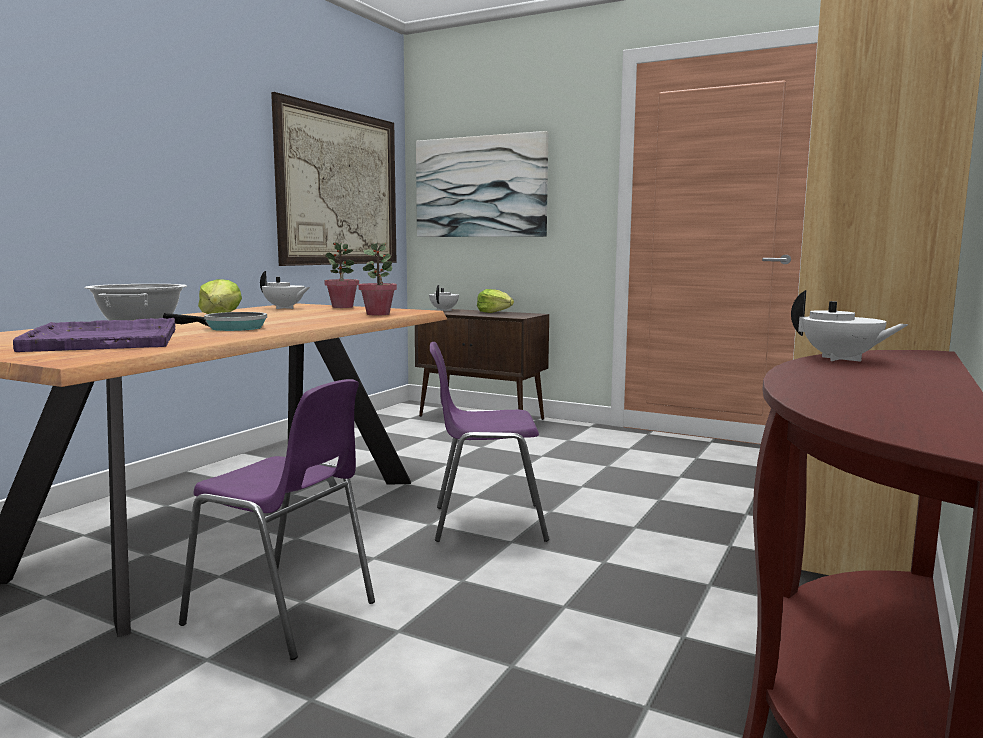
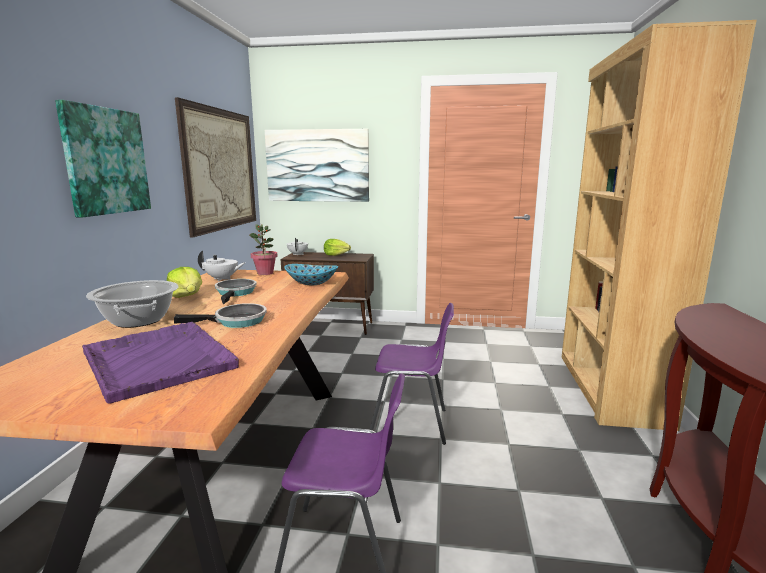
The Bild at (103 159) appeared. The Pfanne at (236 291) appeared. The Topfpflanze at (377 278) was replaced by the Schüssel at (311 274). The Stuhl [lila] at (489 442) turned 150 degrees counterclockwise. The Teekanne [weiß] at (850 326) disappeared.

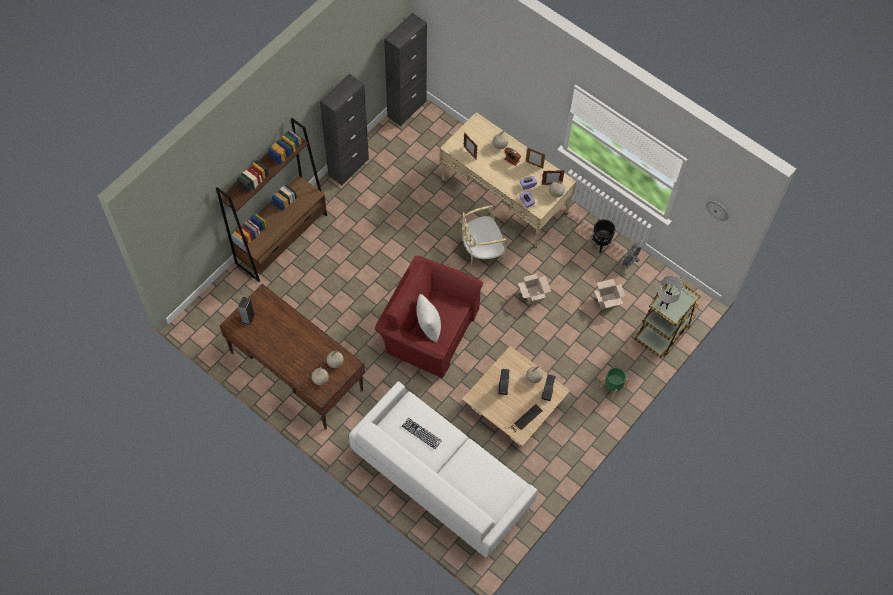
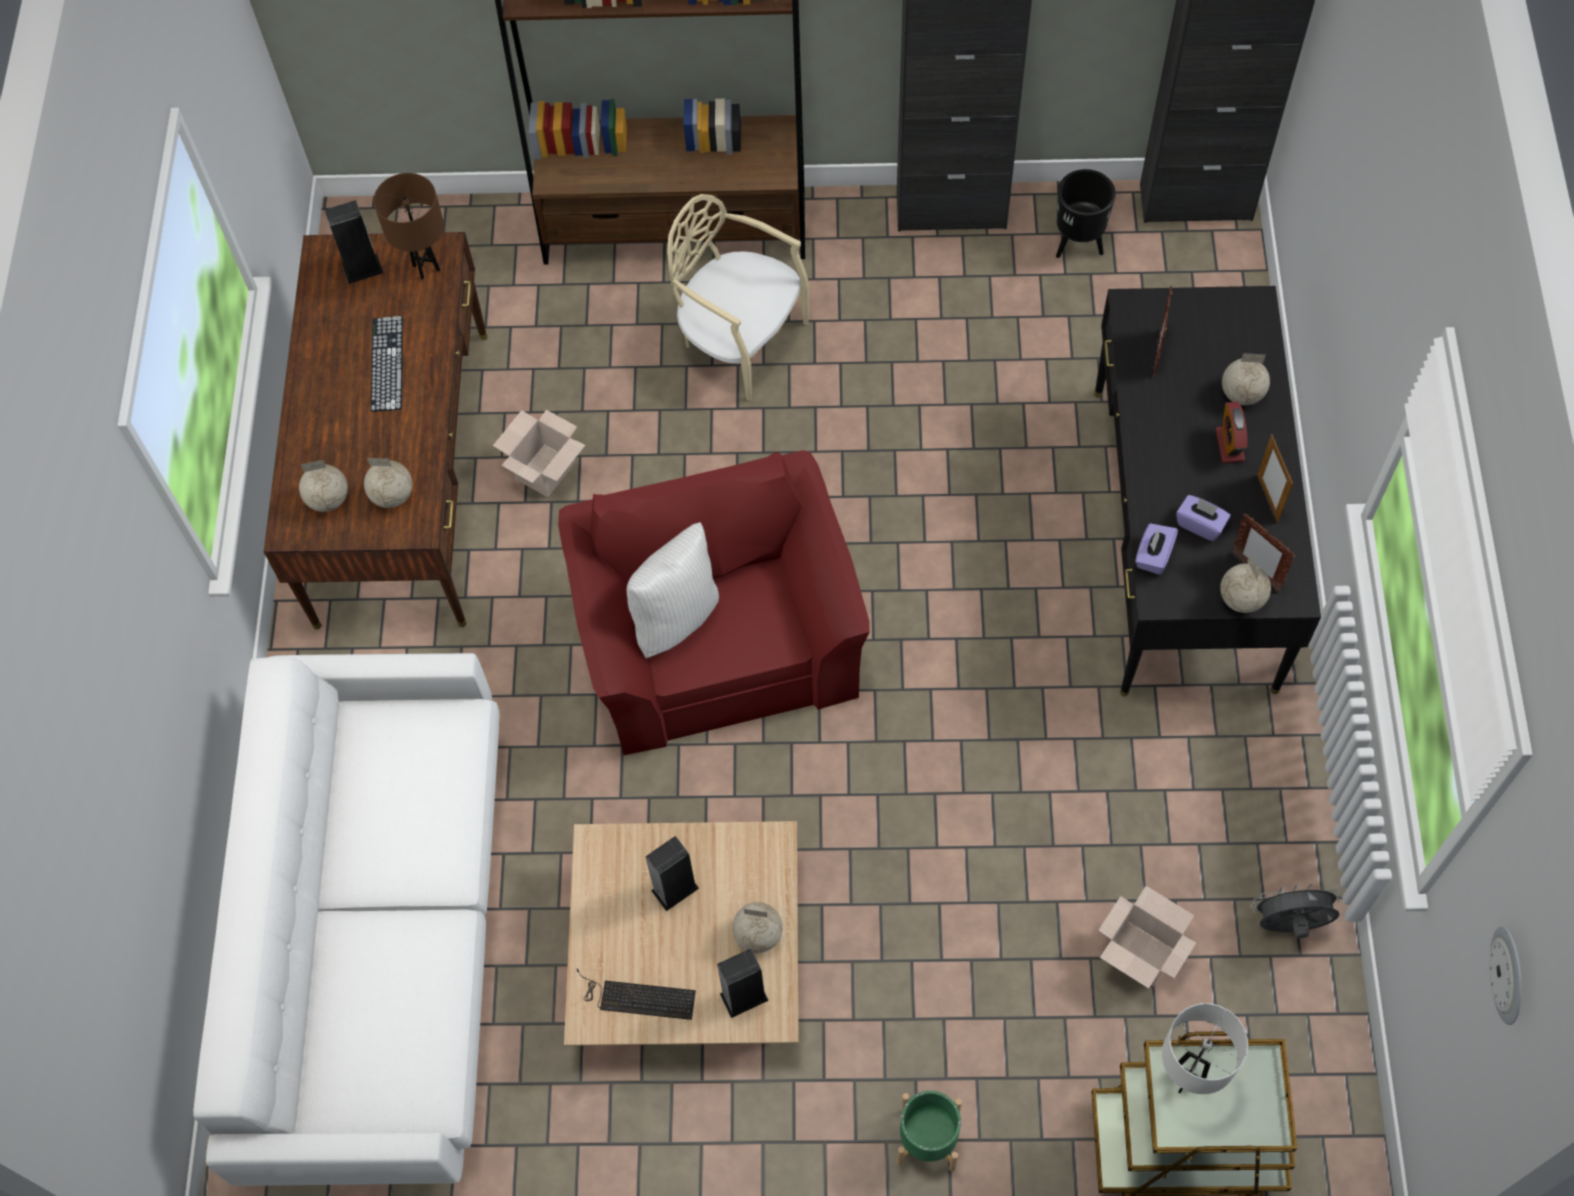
The Tastatur moved from (422 433) to (387 364). The Tischlampe [braun] at (409 226) appeared. The Karton moved from (534 289) to (539 453). The Stuhl [beige] moved from (485 235) to (738 297). The Pflanzkübel [schwarz] moved from (603 236) to (1086 213). The Schreibtisch [beige] at (508 180) became the Schreibtisch [schwarz] at (1207 491).

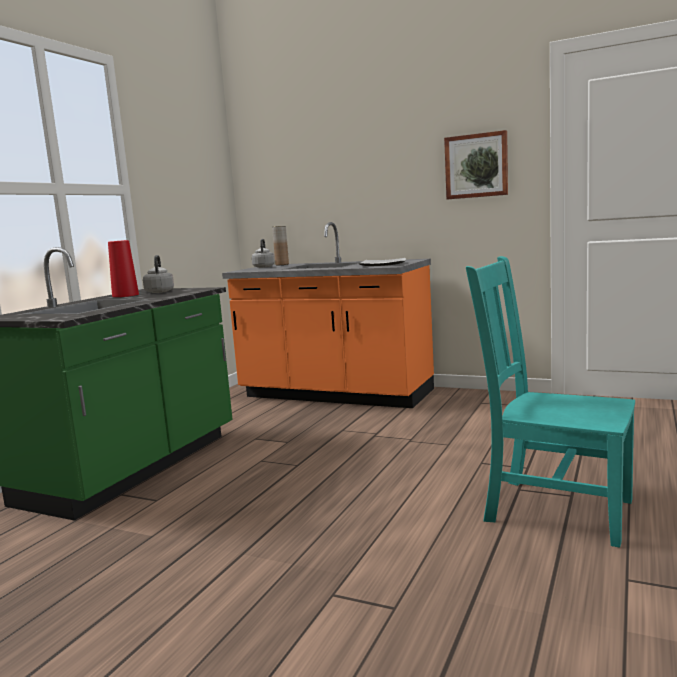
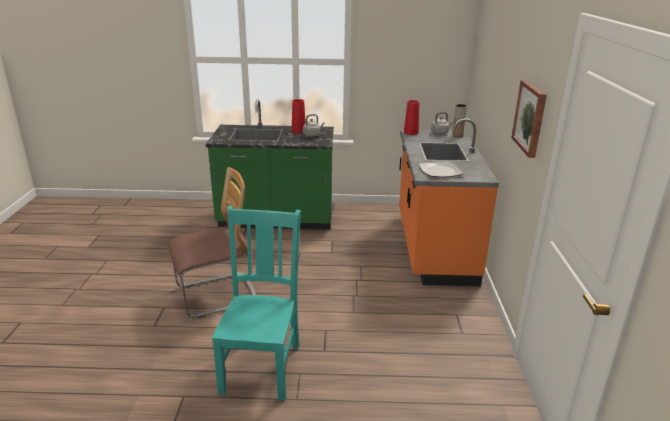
The Stuhl at (211 242) appeared. The Vase [rot] at (411 117) appeared.

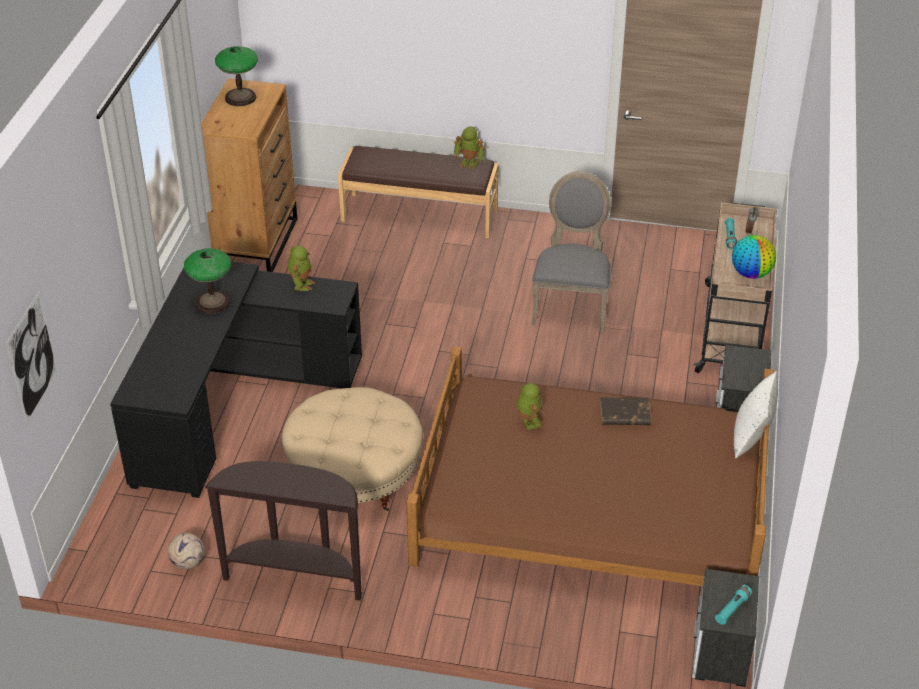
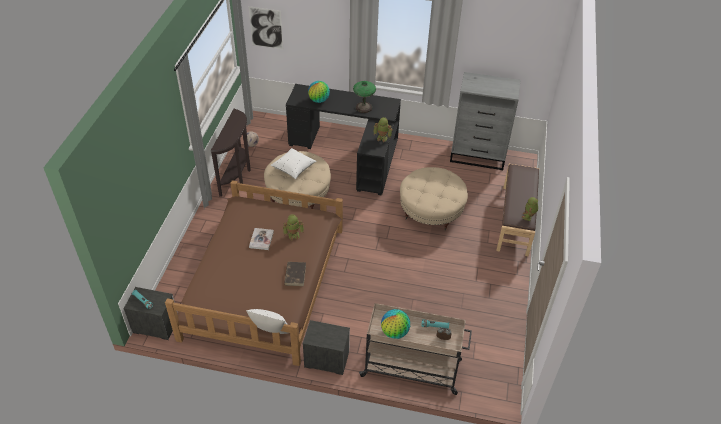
The Buch at (261 239) appeared. The Kissen [weiß] at (293 163) appeared. The Globus at (319 92) appeared. The Polsterhocker [beige] at (434 199) appeared. The Kommode [braun] at (250 175) became the Kommode [grau] at (485 121). The Tischlampe at (236 76) disappeared. The Stuhl [grau] at (571 251) disappeared.

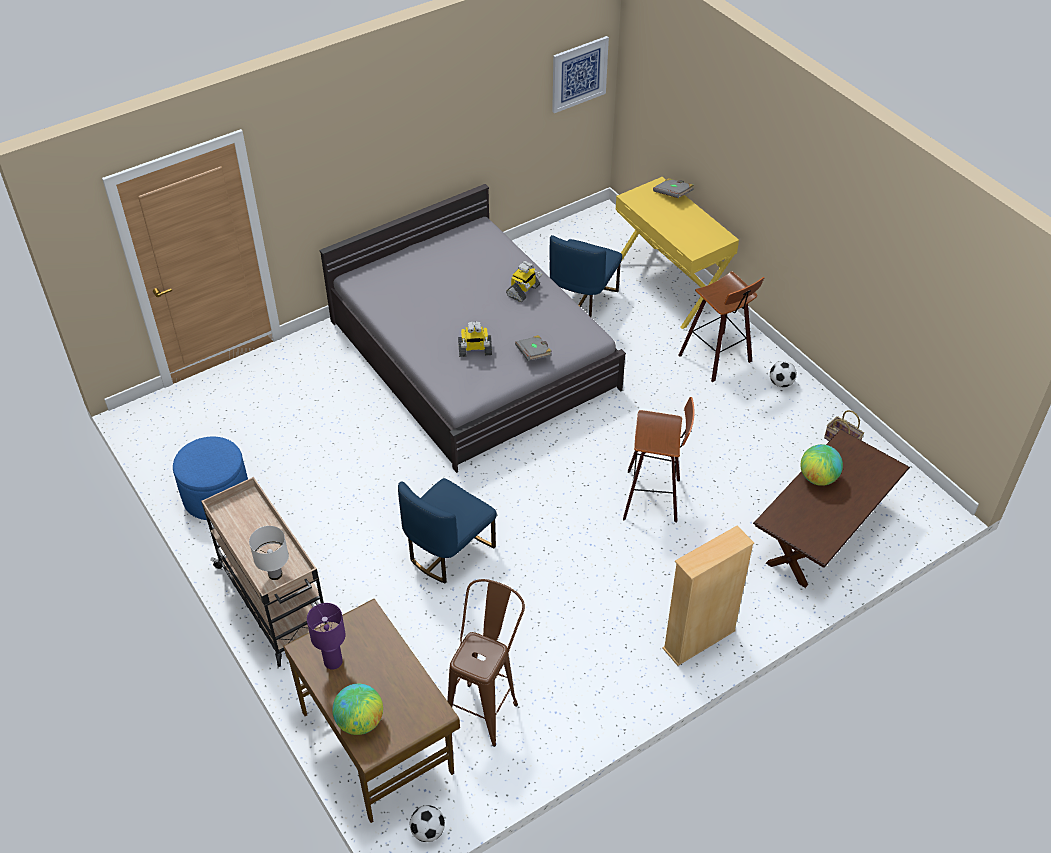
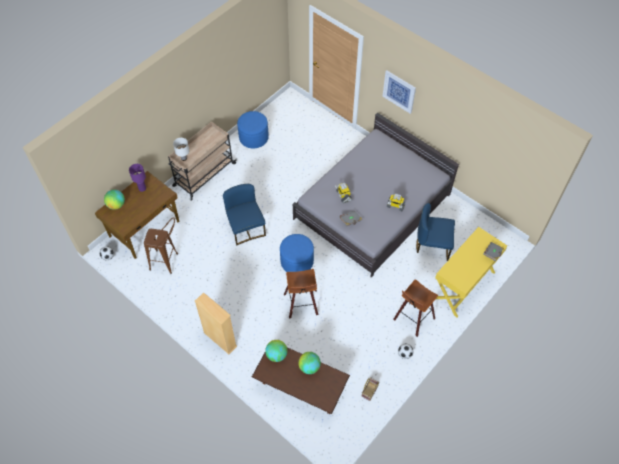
The Stuhl [blau] at (447 531) turned 45 degrees clockwise. The Globus at (276 351) appeared. The Polsterhocker [blau] at (297 253) appeared. The Bild moved from (580 74) to (399 92).

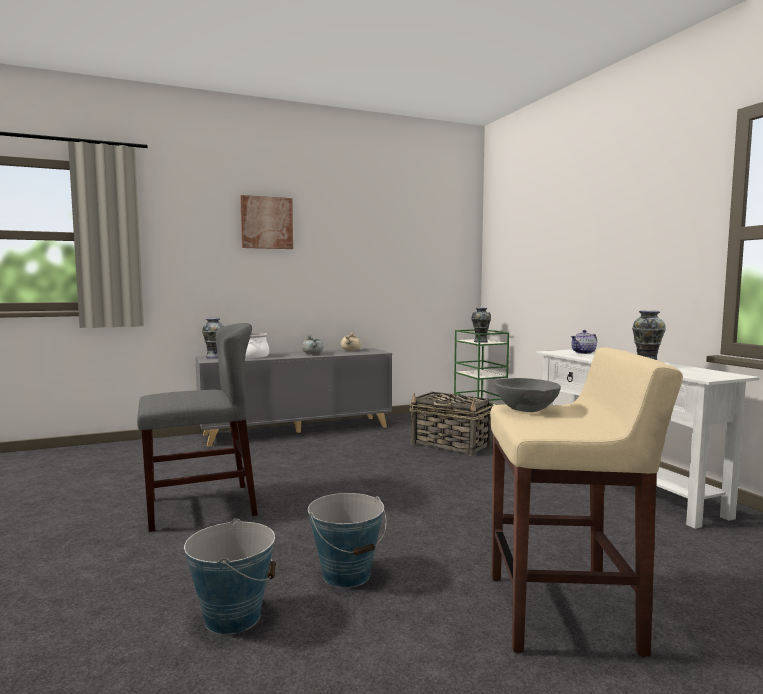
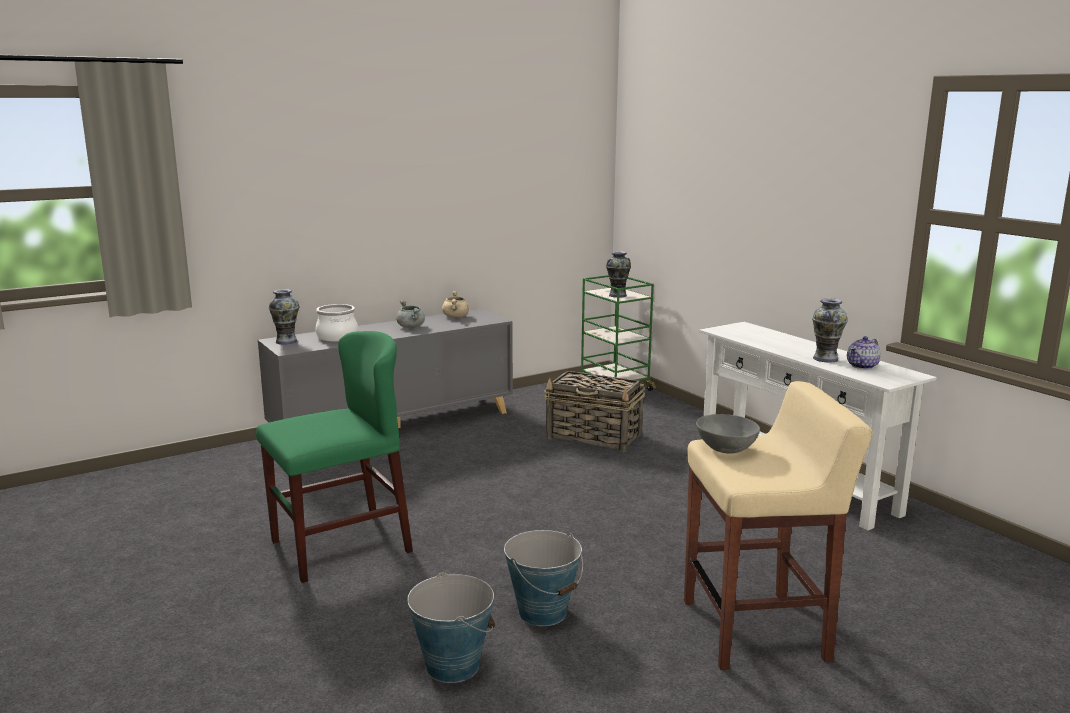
The Stuhl [grau] at (197 427) became the Stuhl [grün] at (334 457). The Teekanne moved from (584 342) to (864 352). The Bild at (266 222) disappeared.

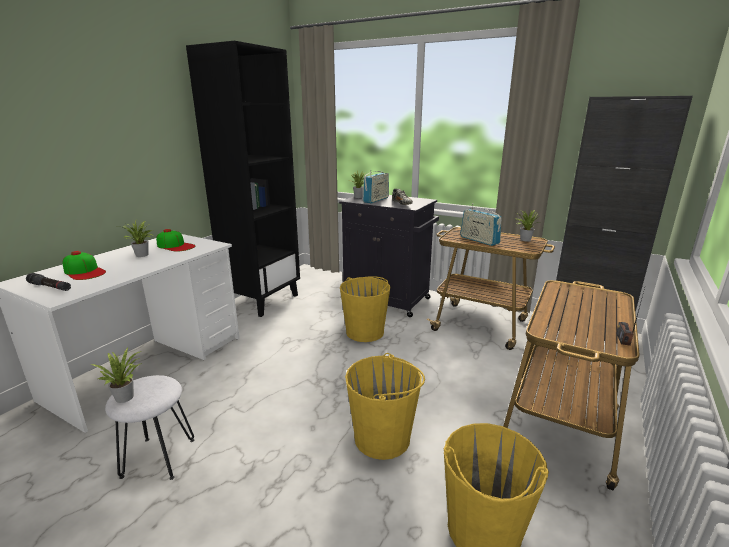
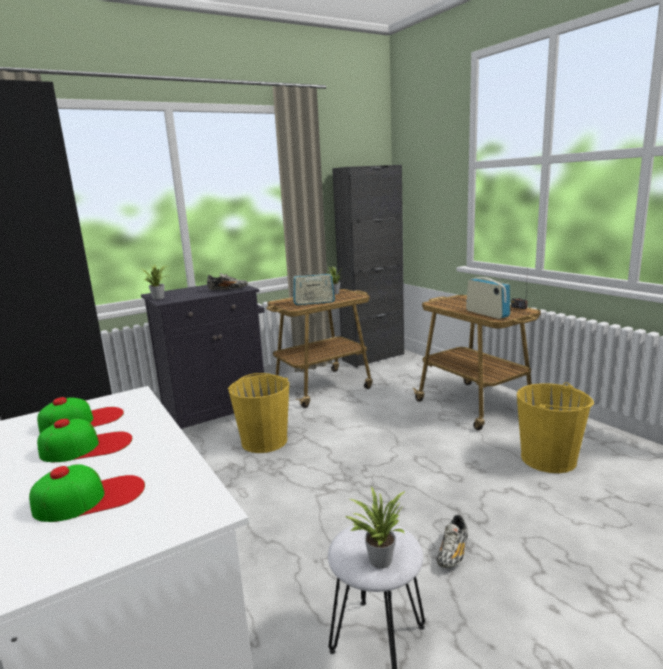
The Topfpflanze at (135 239) was replaced by the Kappe at (84 440). The Schuh at (452 541) appeared. The Radio moved from (376 187) to (488 297). The Taschenlampe [schwarz] at (48 282) disappeared. The Eimer [gelb] at (385 406) disappeared.

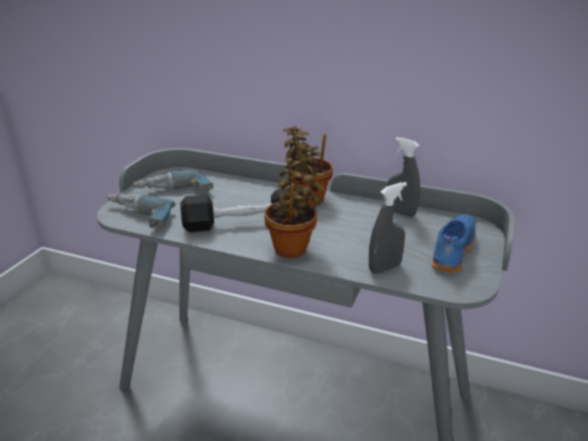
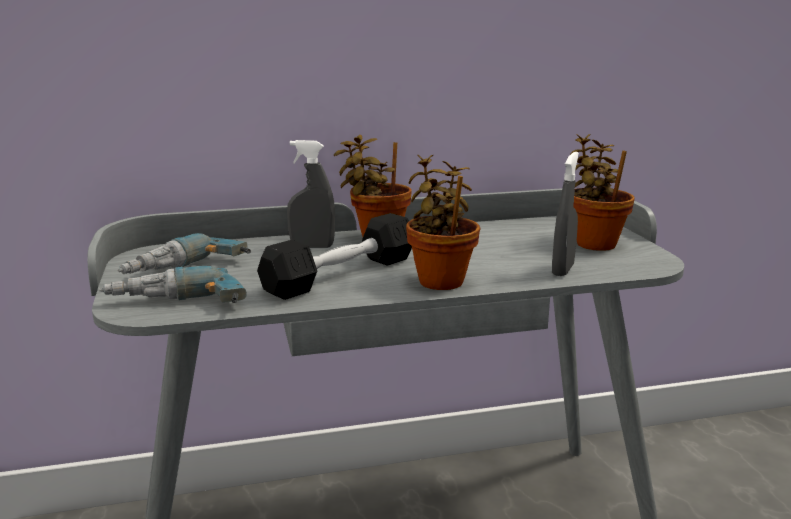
The Sprühflasche [grau] moved from (403 177) to (311 194). The Schuh [blau] at (454 243) was replaced by the Topfpflanze at (602 192).

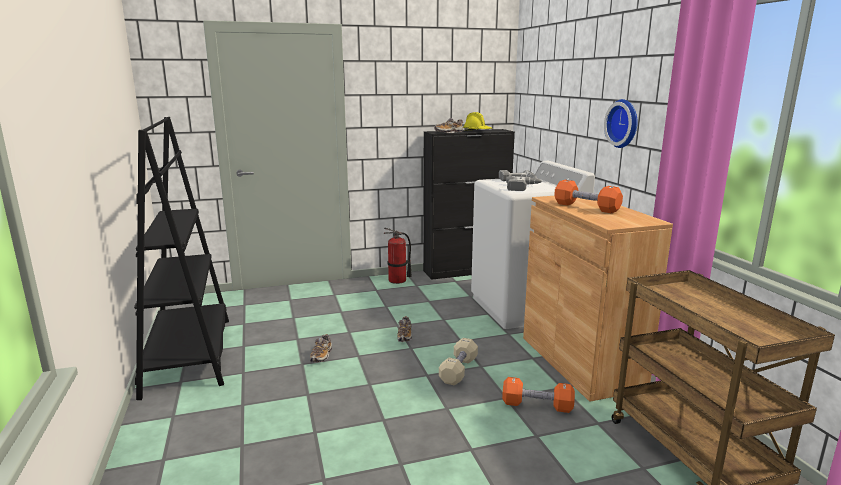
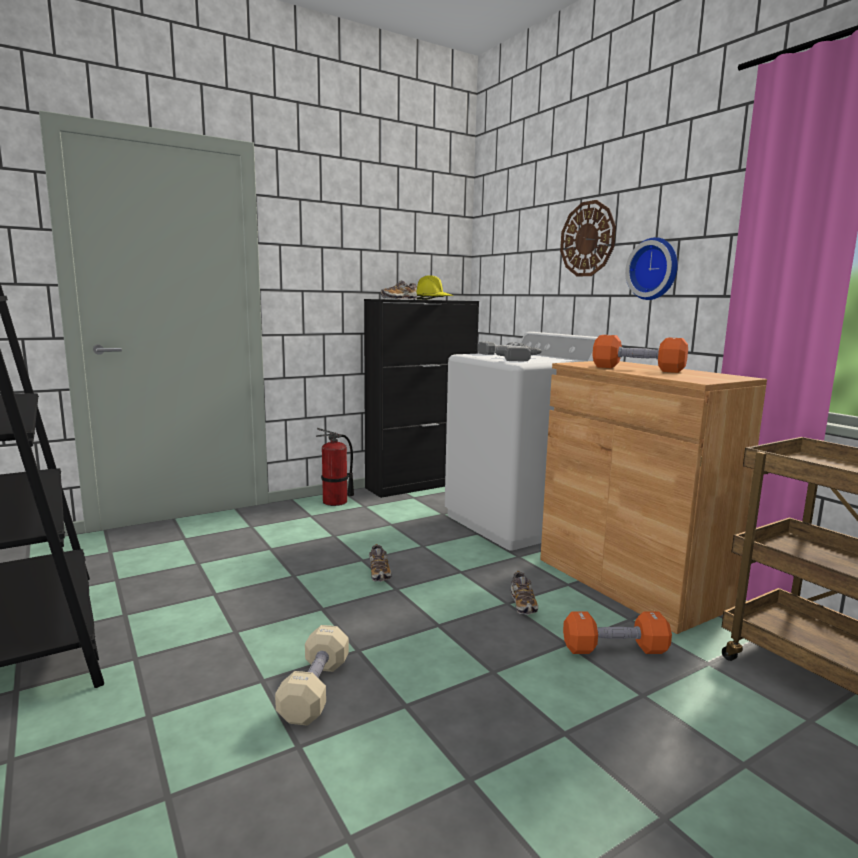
The Hantel [beige] moved from (458 362) to (312 675). The Schuh moved from (321 348) to (524 593). The Wanduhr at (588 238) appeared.

